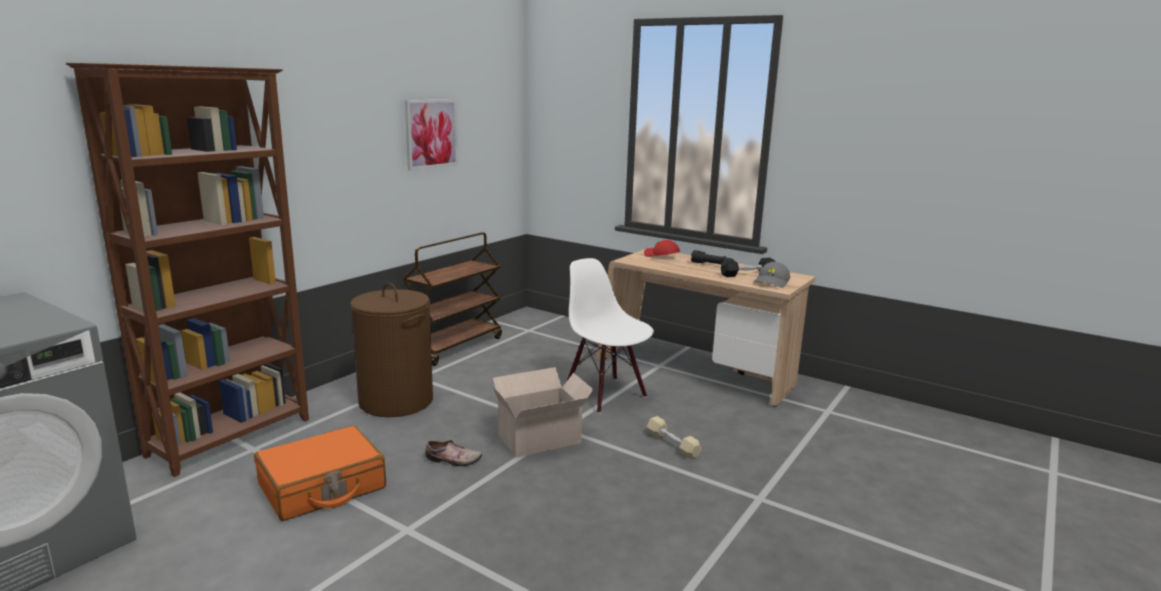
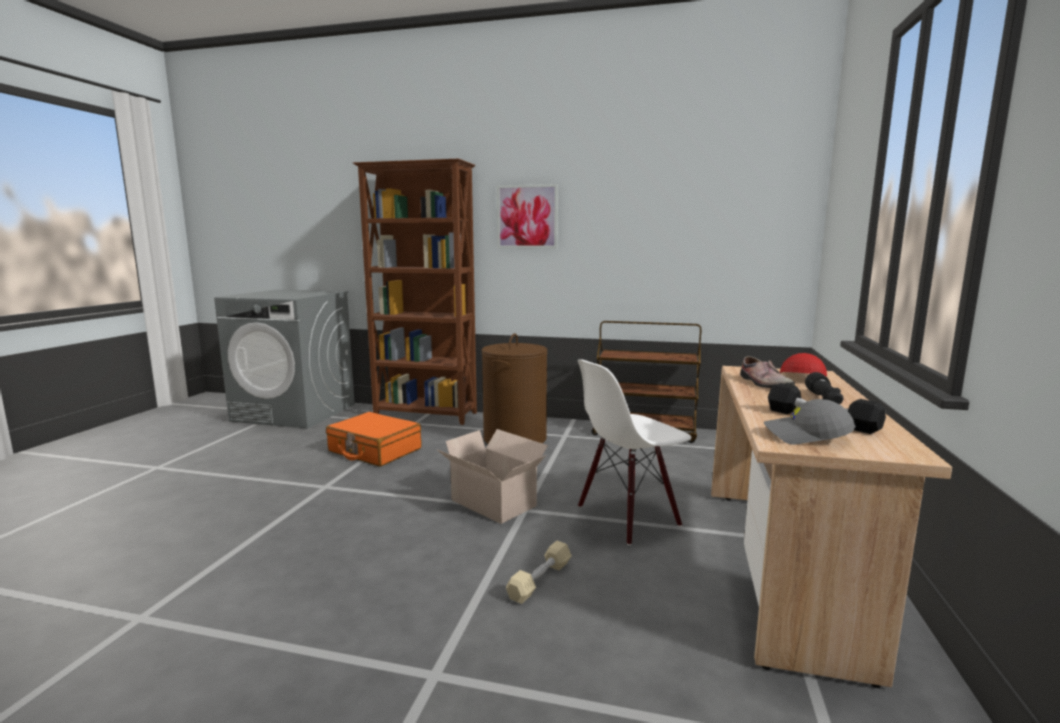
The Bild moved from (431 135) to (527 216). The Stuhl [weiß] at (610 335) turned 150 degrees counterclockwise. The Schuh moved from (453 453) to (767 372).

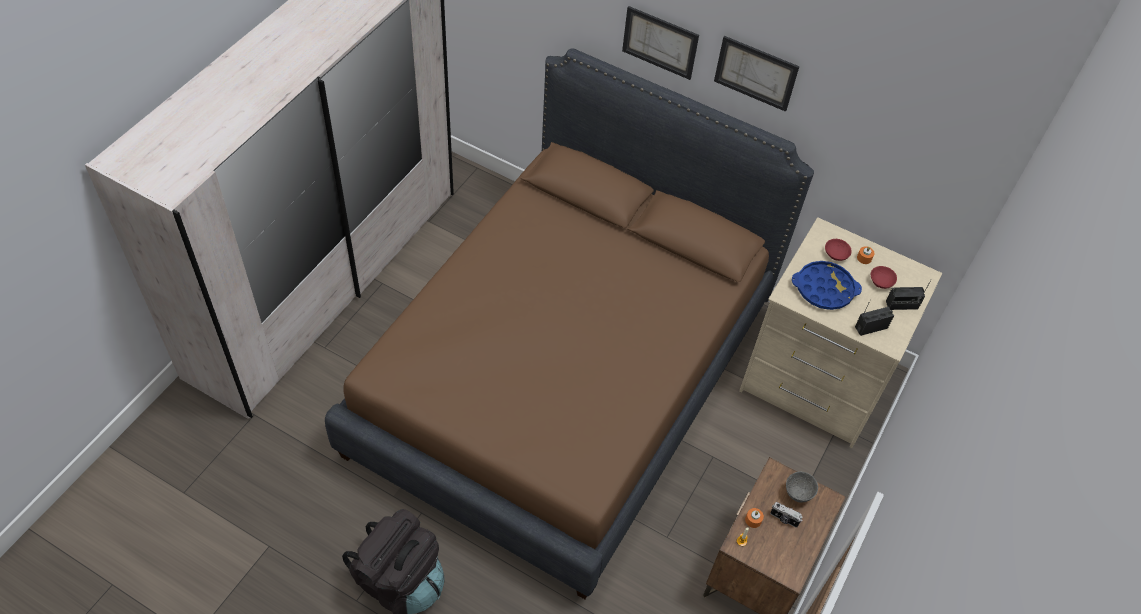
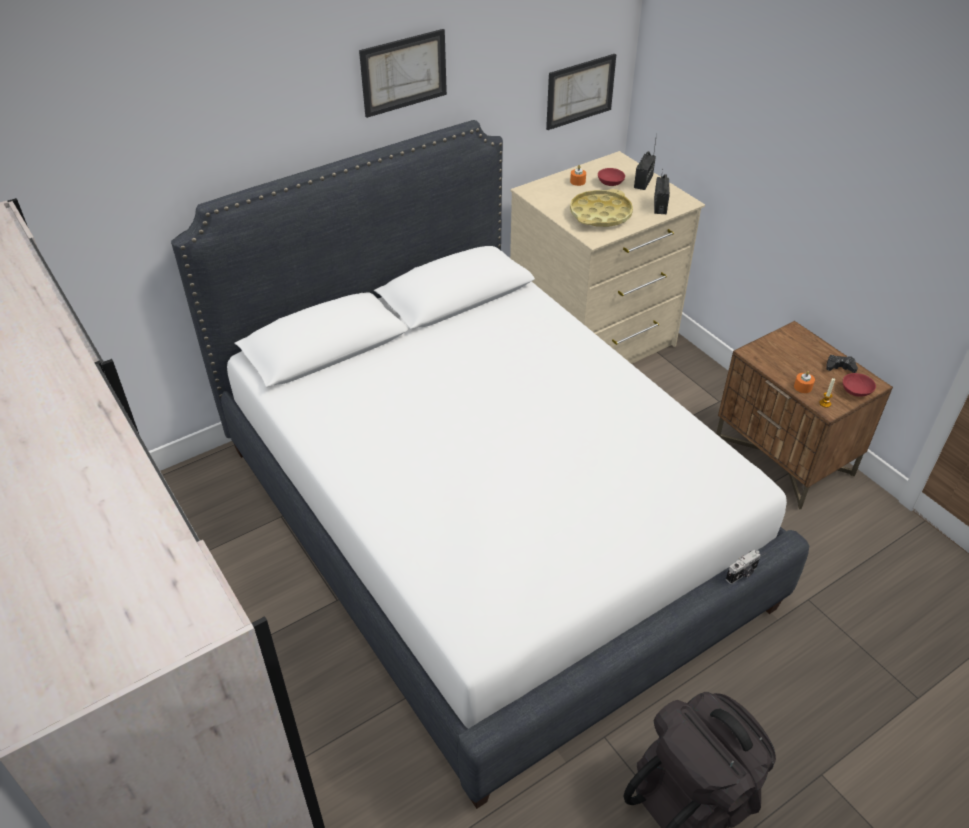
The Bett [braun] at (569 323) became the Bett [weiß] at (490 464). The Bild moved from (660 43) to (581 92). The Tablett [blau] at (827 285) became the Tablett [gelb] at (601 208). The Kamera moved from (786 515) to (743 566). The Gamepad [schwarz] at (842 364) appeared. The Schüssel [rot] moved from (838 250) to (859 385). The Schüssel [grau] at (802 487) disappeared.

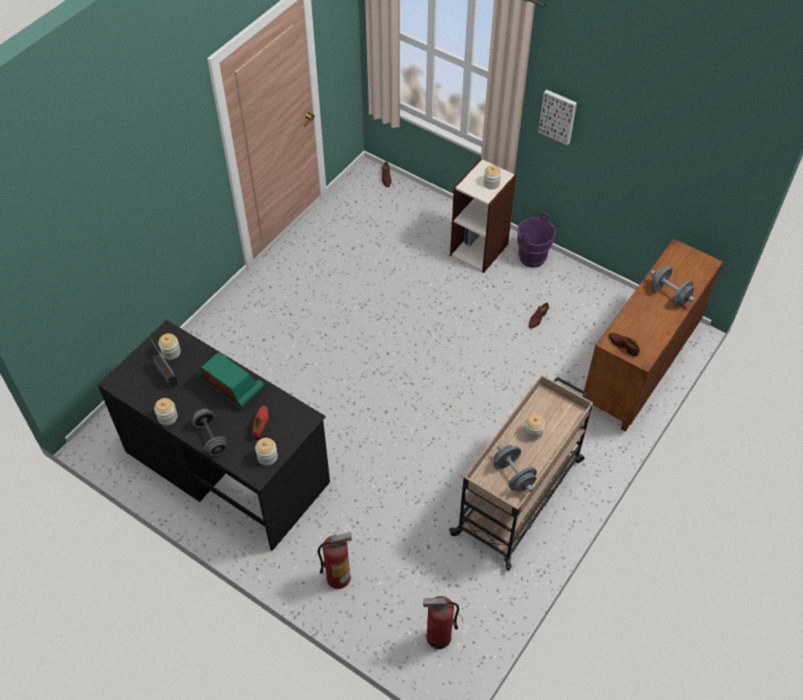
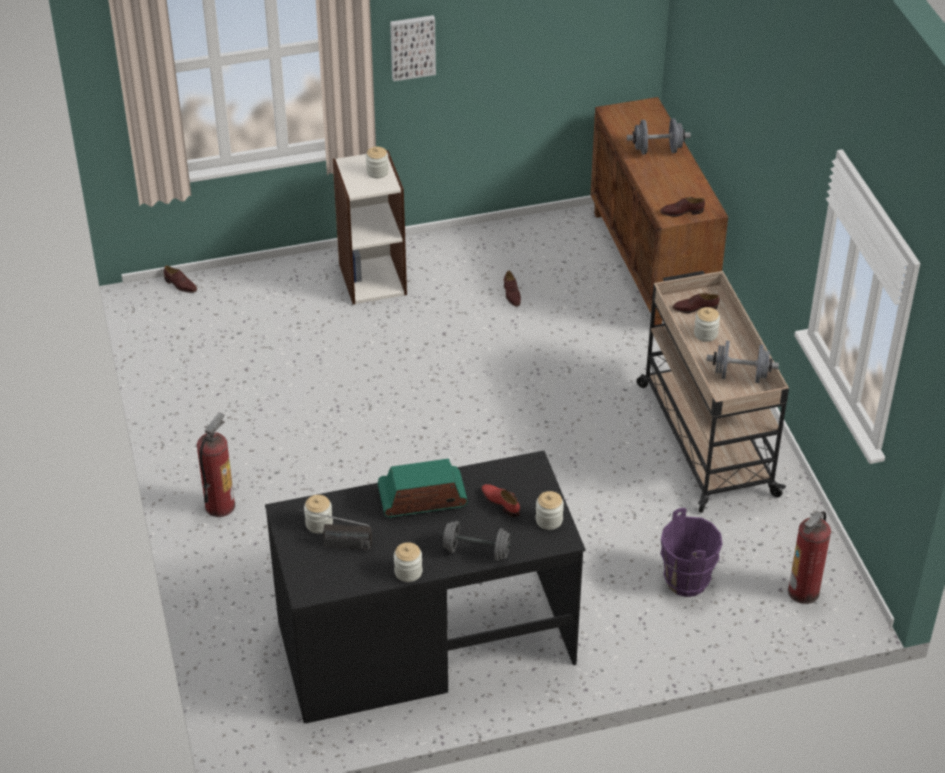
The Feuerlöscher moved from (335 560) to (216 465). The Eimer [lila] moved from (536 240) to (691 552). The Schuh [braun] at (696 303) appeared.

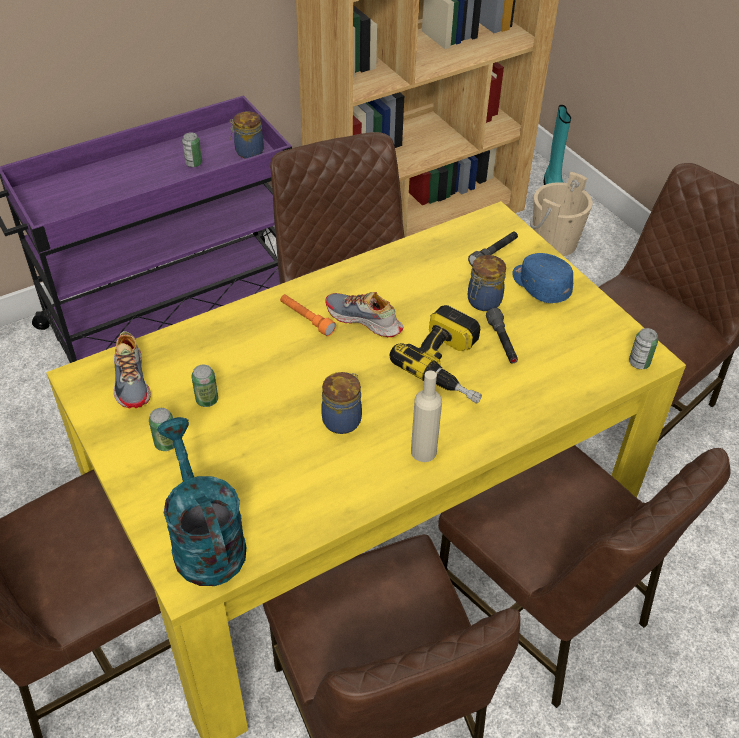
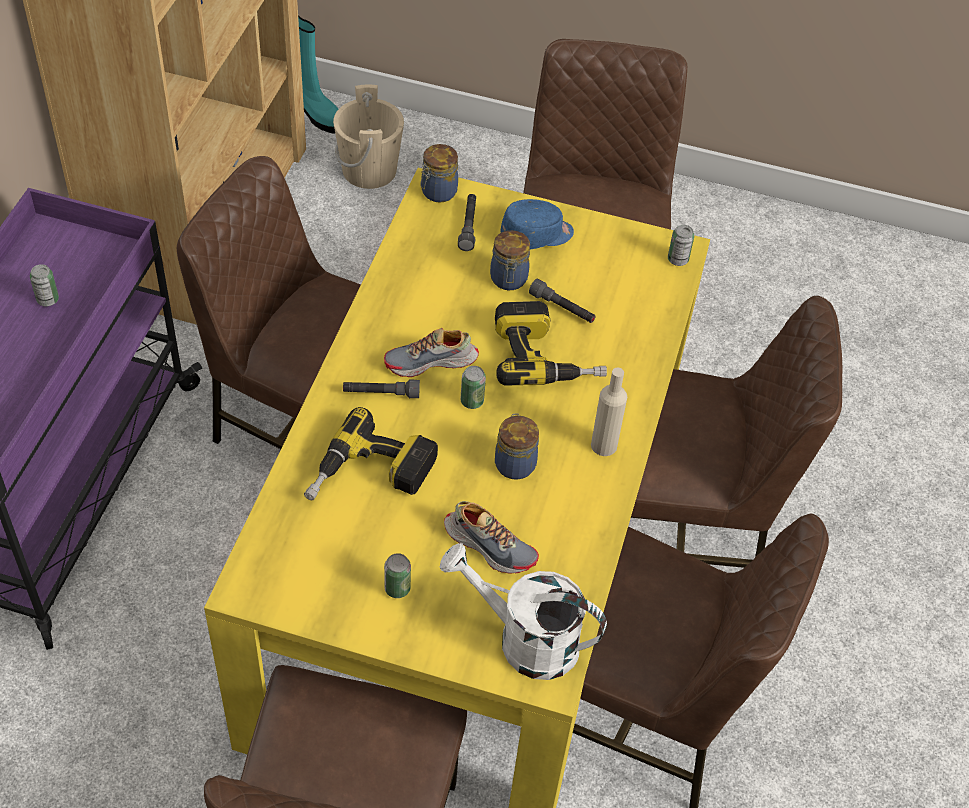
The Bohrmaschine at (371 454) appeared. The Taschenlampe [orange] at (308 315) became the Taschenlampe [grau] at (381 388). The Vorratsglas moved from (247 135) to (439 173). The Gießkanne [türkis] at (201 501) became the Gießkanne [weiß] at (523 611). The Schuh moved from (132 369) to (491 537). The Dose moved from (205 386) to (473 387). The Kappe [blau] at (542 278) turned 150 degrees clockwise.

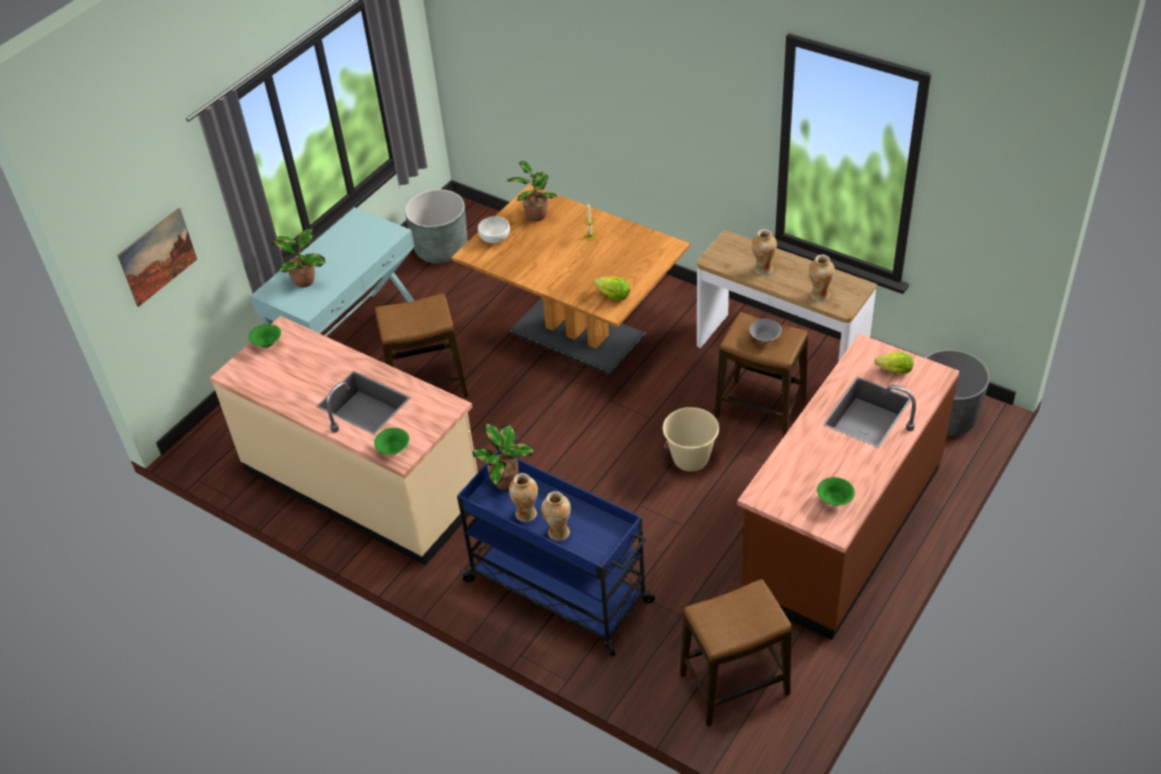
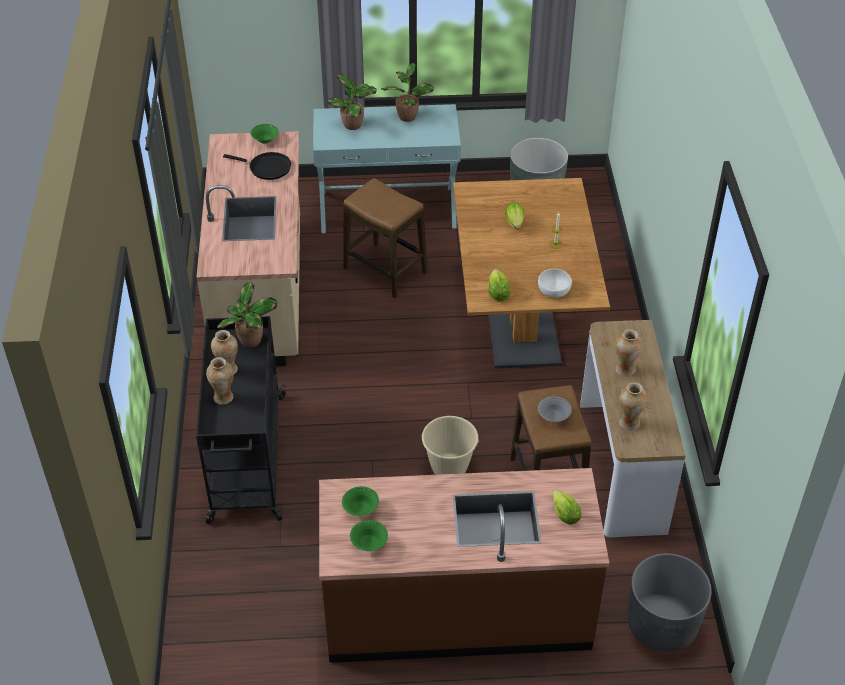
The Rollwagen [blau] at (556 554) became the Rollwagen [schwarz] at (241 420). The Pfanne [schwarz] at (257 166) appeared. The Schüssel [grün] moved from (391 441) to (360 501). The Topfpflanze moved from (532 191) to (407 92). The Salatkopf at (514 215) appeared. The Schüssel [weiß] moved from (494 229) to (555 283). The Bild at (157 257) disappeared. The Hocker at (736 653) disappeared.

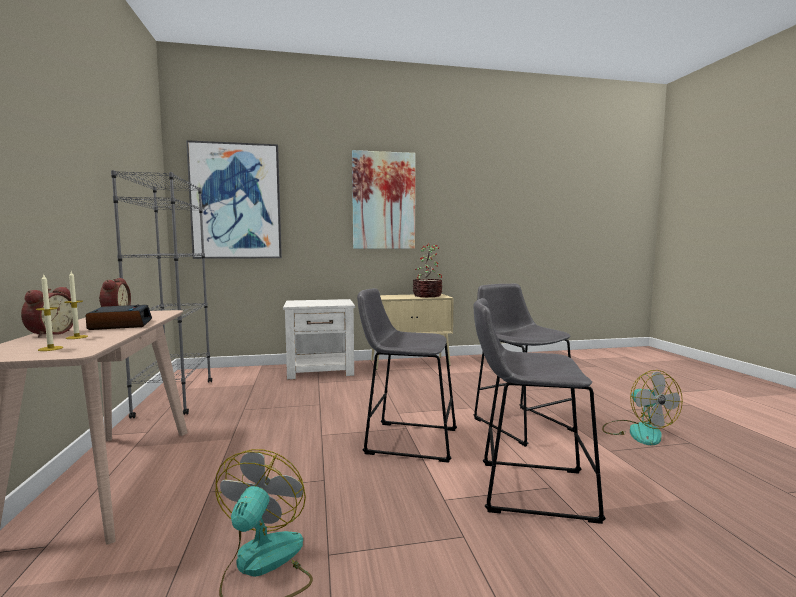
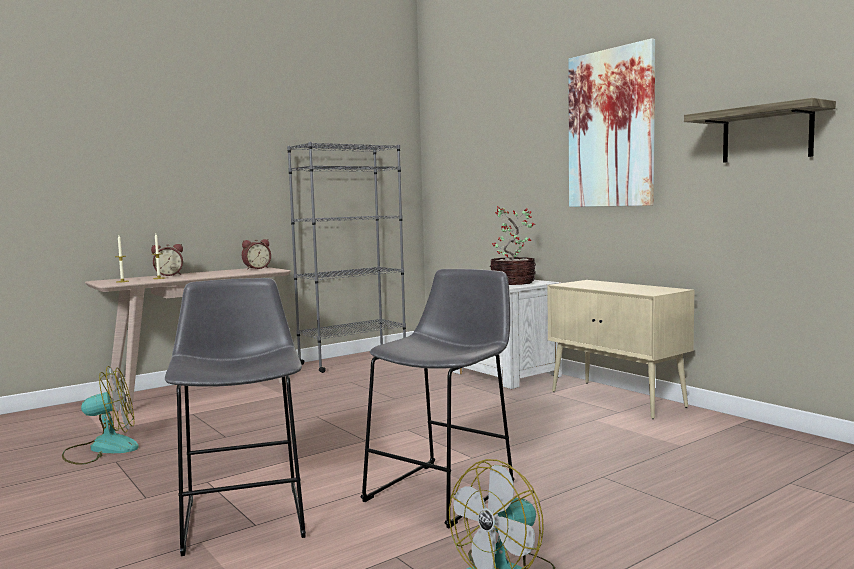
The Topfpflanze moved from (427 270) to (513 245). The Wandregal at (760 130) appeared. The Wecker at (118 317) disappeared. The Bild at (234 199) disappeared. The Hocker [grau] at (407 375) disappeared.

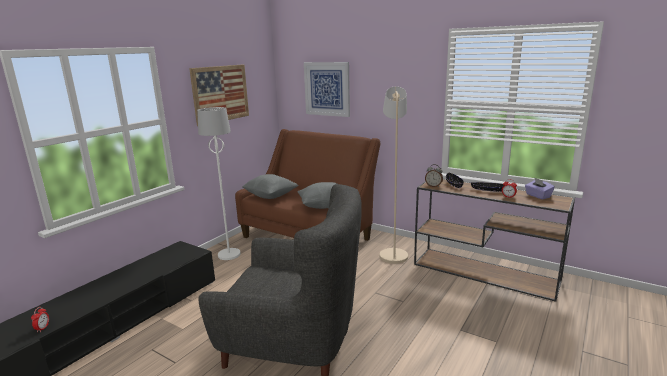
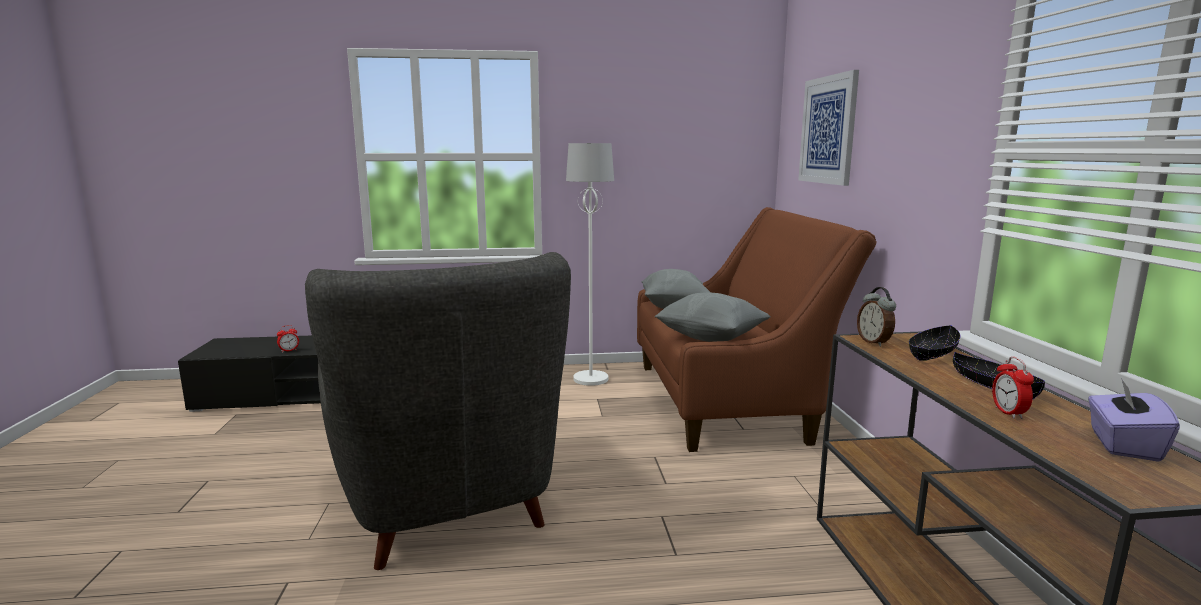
The Bild at (219 95) disappeared. The Stehlampe [beige] at (393 175) disappeared.

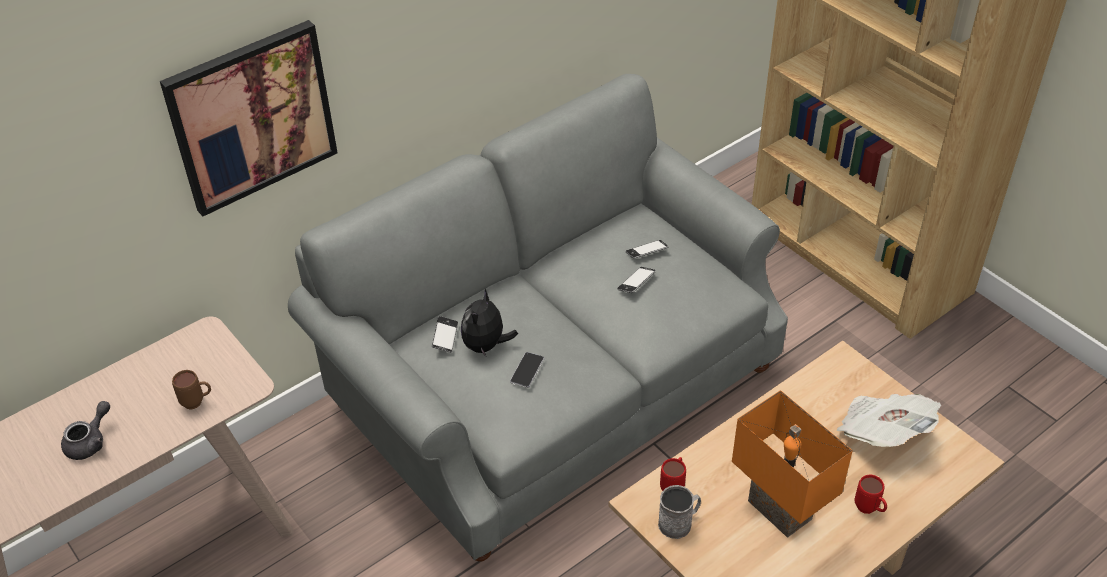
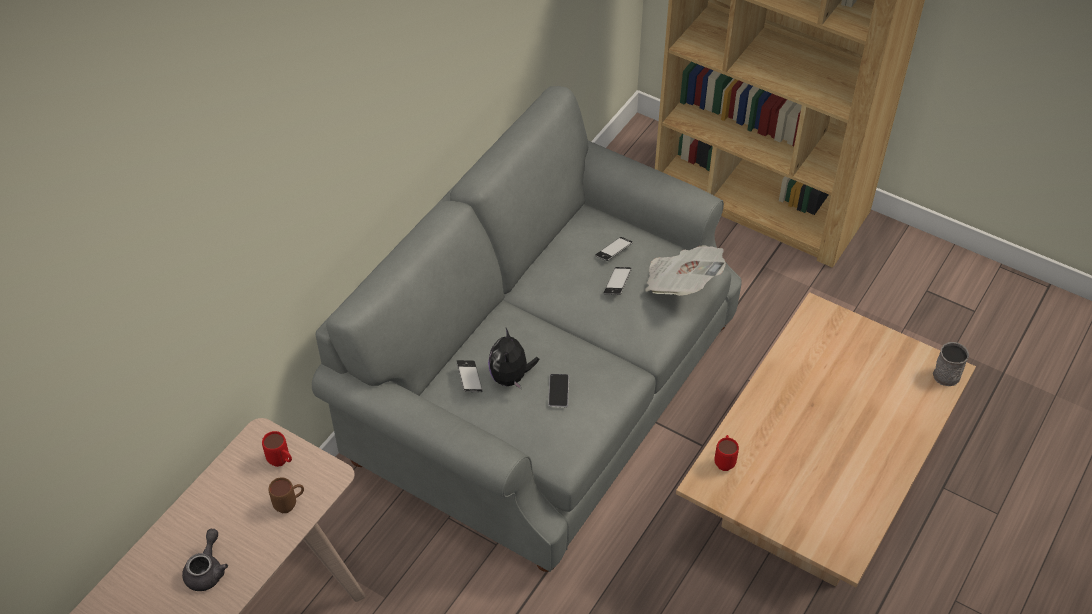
The Henkelbecher [rot] moved from (871 494) to (277 449). The Zeitung moved from (889 420) to (685 270). The Henkelbecher [grau] moved from (679 512) to (951 364). The Bild at (249 118) disappeared. The Tischlampe [orange] at (792 464) disappeared.

